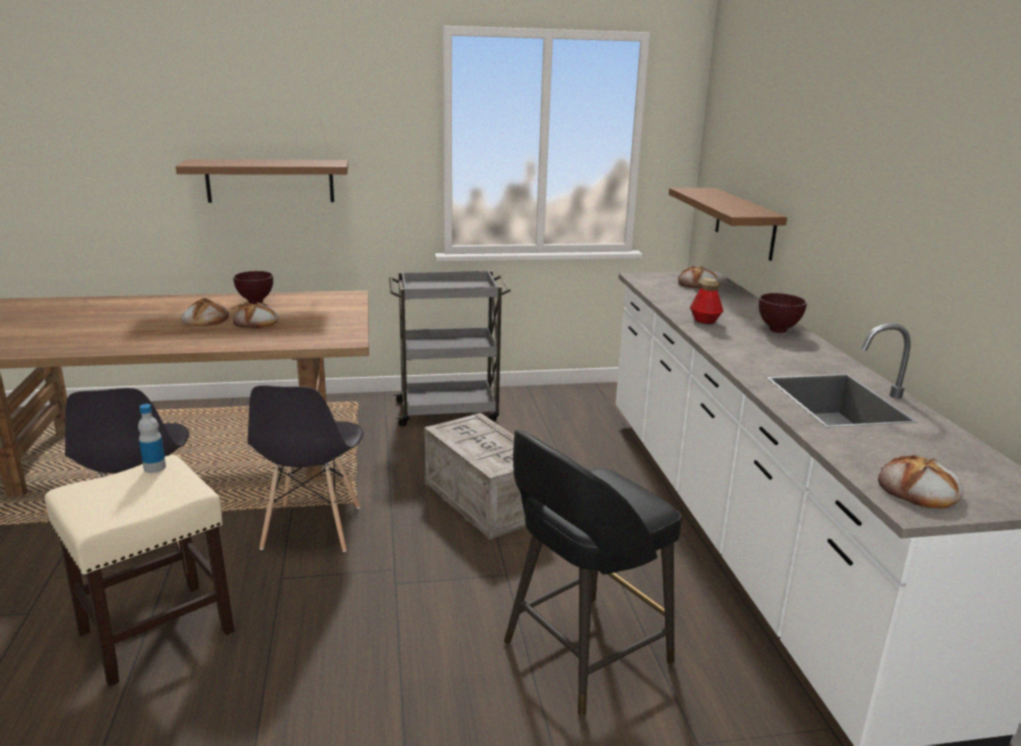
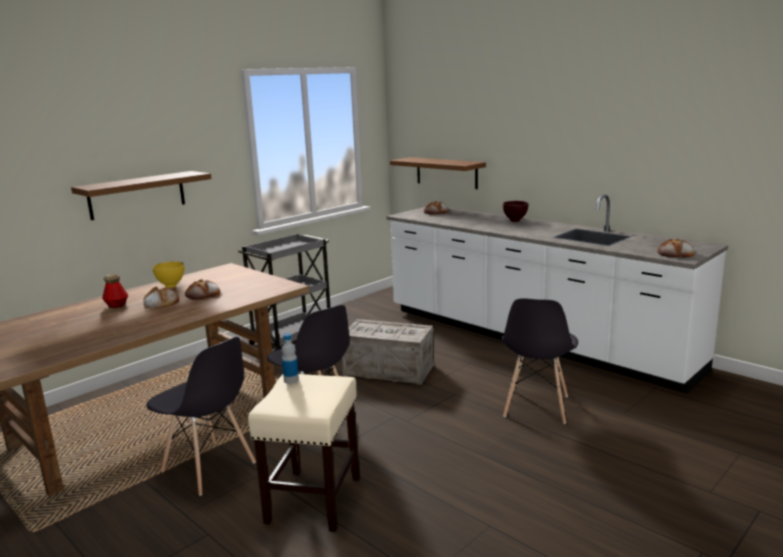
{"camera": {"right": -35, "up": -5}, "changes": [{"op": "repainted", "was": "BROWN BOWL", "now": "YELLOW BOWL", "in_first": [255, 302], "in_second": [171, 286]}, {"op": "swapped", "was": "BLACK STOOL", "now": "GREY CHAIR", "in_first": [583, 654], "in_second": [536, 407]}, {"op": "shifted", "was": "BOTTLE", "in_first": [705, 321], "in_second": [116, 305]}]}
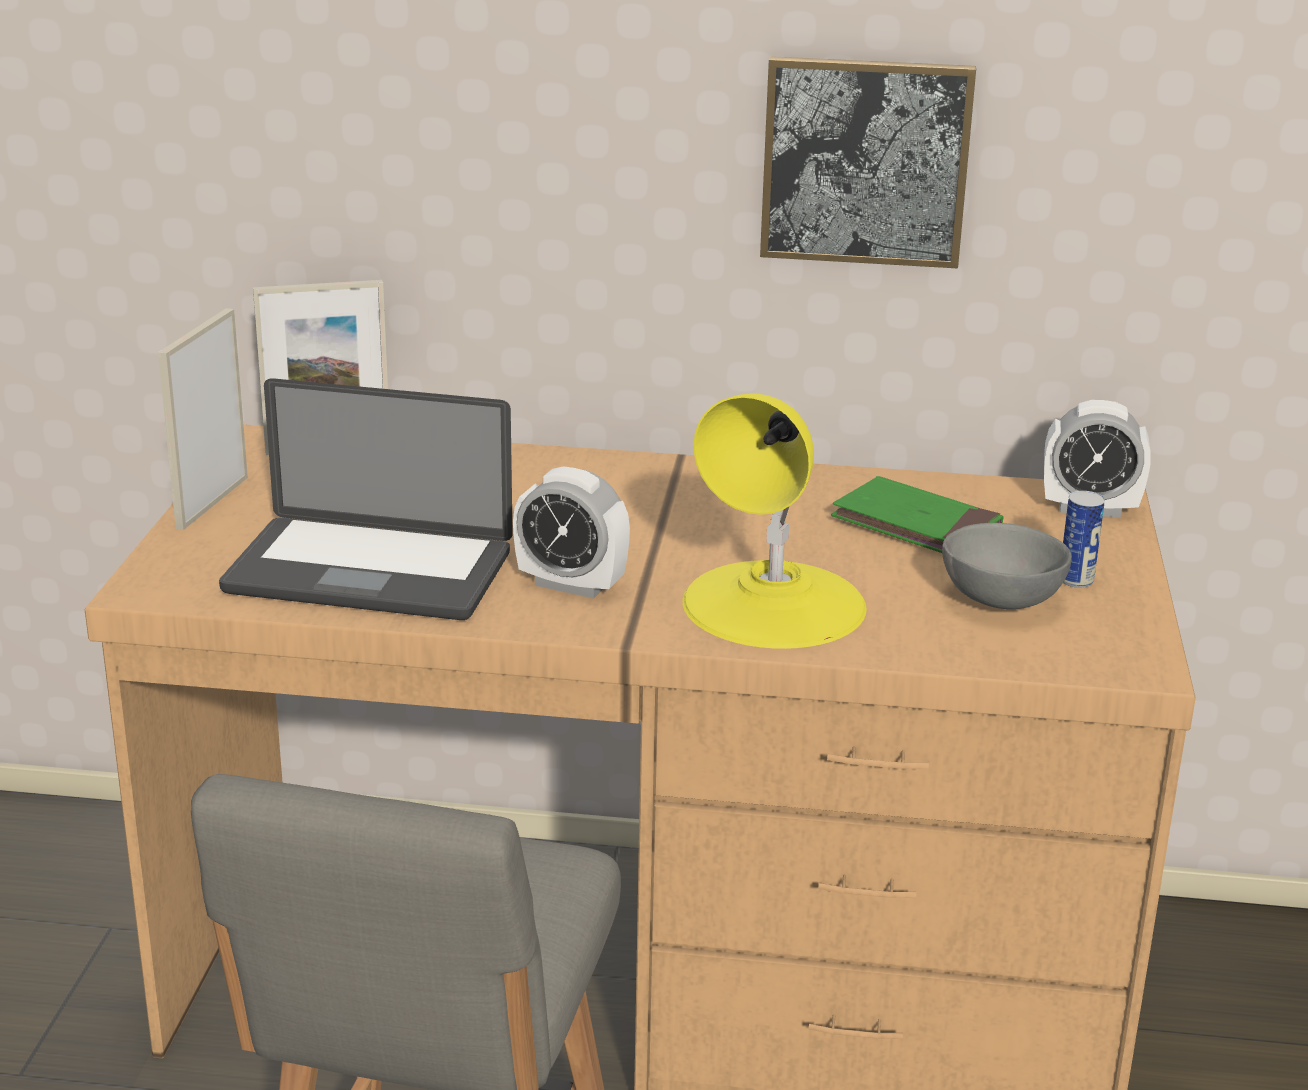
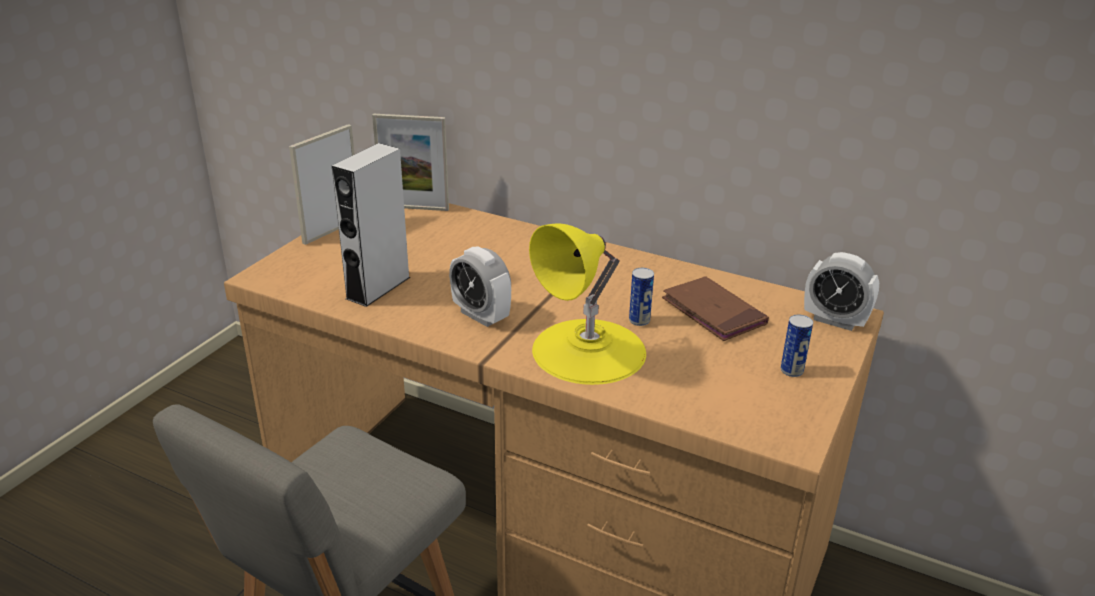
{"camera": {"right": 20, "up": 5}, "changes": [{"op": "swapped", "was": "LAPTOP", "now": "GREY SPEAKER", "in_first": [369, 573], "in_second": [378, 288]}, {"op": "gone", "was": "PICTURE", "in_first": [865, 161]}, {"op": "repainted", "was": "GREEN BOOK", "now": "BROWN BOOK", "in_first": [916, 525], "in_second": [713, 312]}, {"op": "gone", "was": "GREY BOWL", "in_first": [997, 600]}, {"op": "new", "now": "CAN", "in_second": [639, 320]}]}
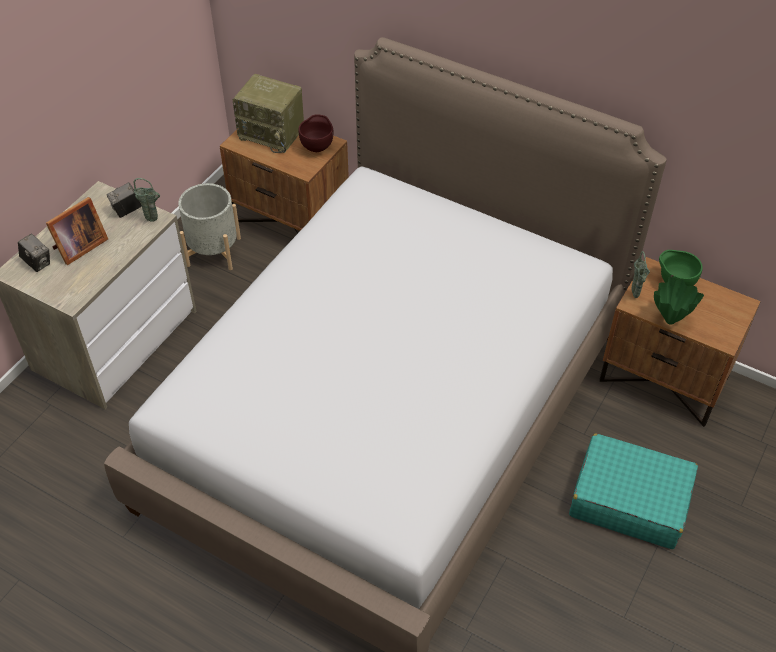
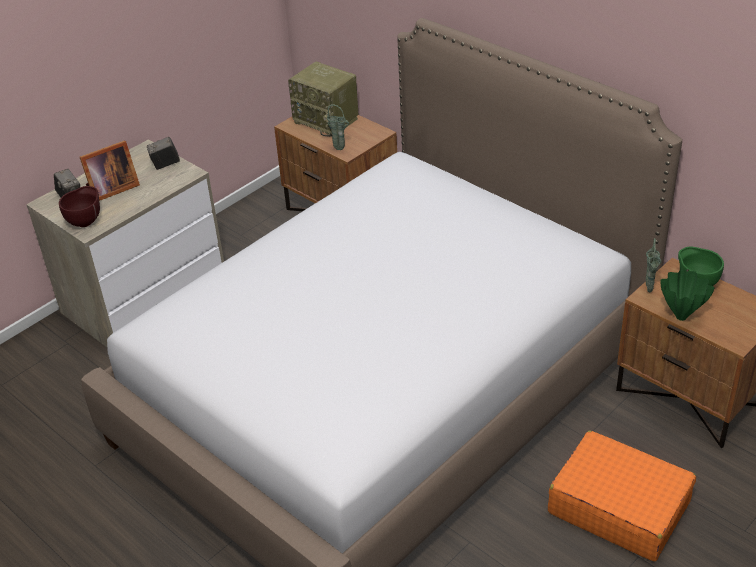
{"camera": {"right": 15, "up": -10}, "changes": [{"op": "shifted", "was": "GREEN VASE", "in_first": [153, 221], "in_second": [340, 150]}, {"op": "gone", "was": "GREY PLANTER", "in_first": [214, 251]}, {"op": "shifted", "was": "BROWN BOWL", "in_first": [317, 147], "in_second": [86, 222]}, {"op": "repainted", "was": "TURQUOISE SUITCASE", "now": "ORANGE SUITCASE", "in_first": [629, 499], "in_second": [618, 506]}]}
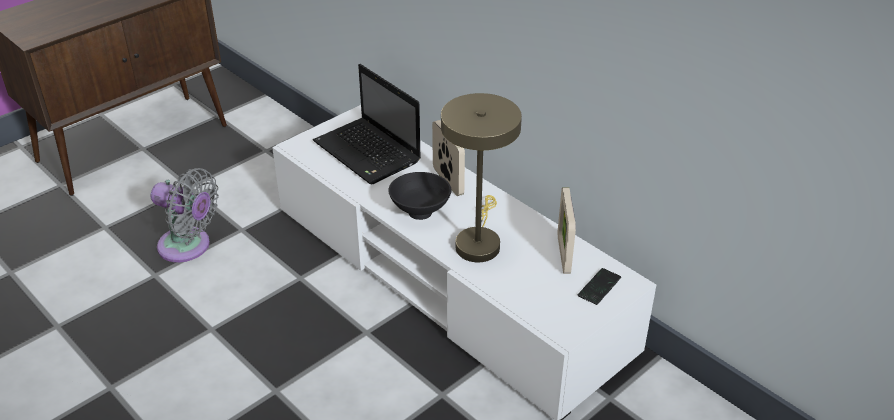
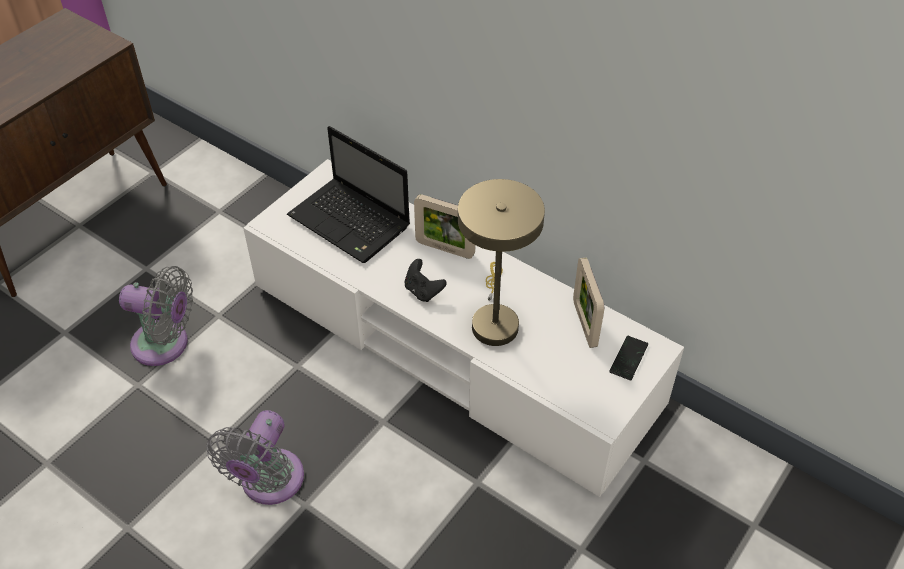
{"camera": {"right": -10, "up": 10}, "changes": [{"op": "swapped", "was": "BLACK BOWL", "now": "BLACK GAME CONTROLLER", "in_first": [418, 212], "in_second": [423, 291]}, {"op": "rotated", "was": "PICTURE FRAME", "in_first": [448, 181], "in_second": [445, 248], "clockwise": 150}, {"op": "new", "now": "GREY FAN", "in_second": [269, 483]}]}
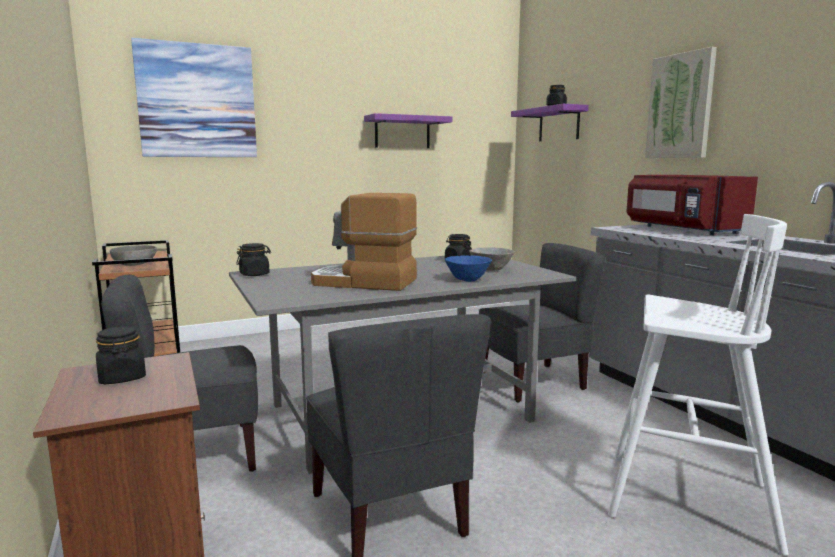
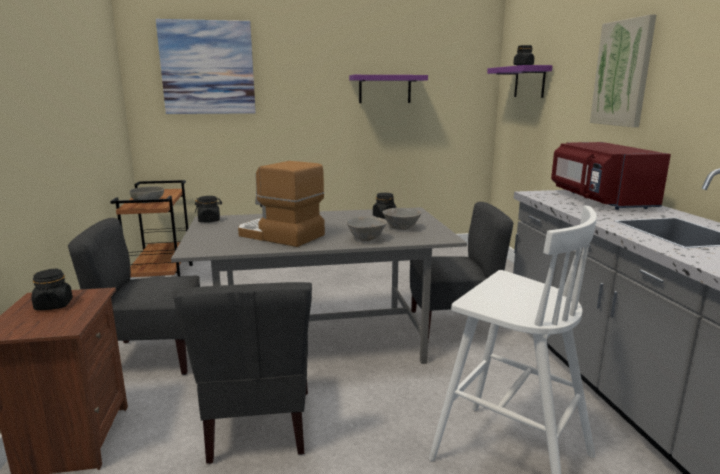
{"camera": {"right": 15, "up": 5}, "changes": [{"op": "repainted", "was": "BLUE BOWL", "now": "GREY BOWL", "in_first": [468, 279], "in_second": [366, 239]}]}
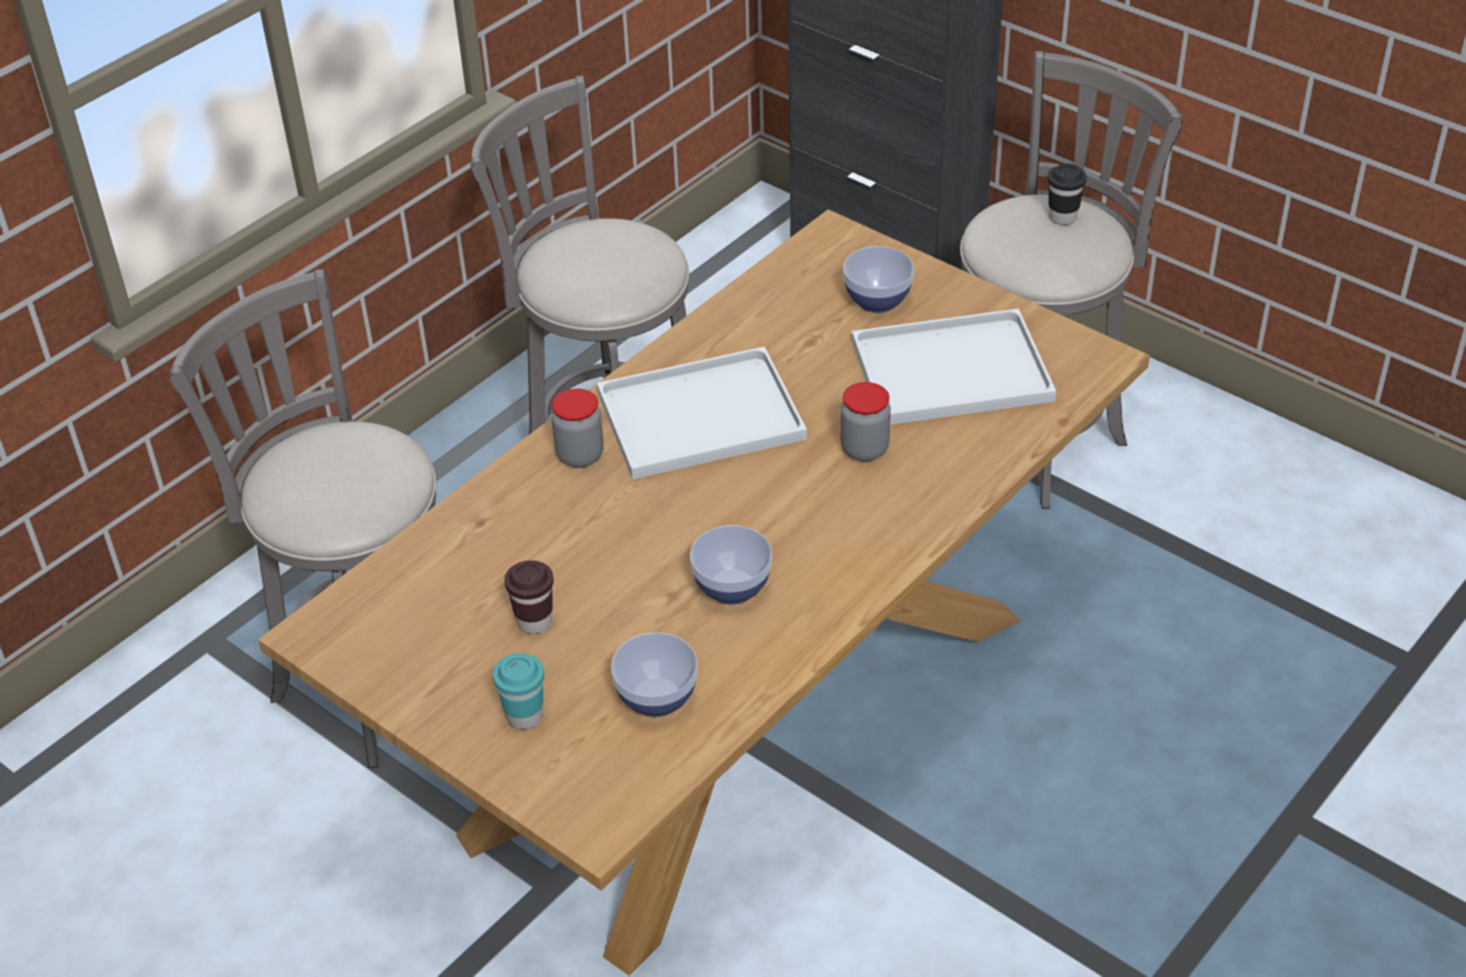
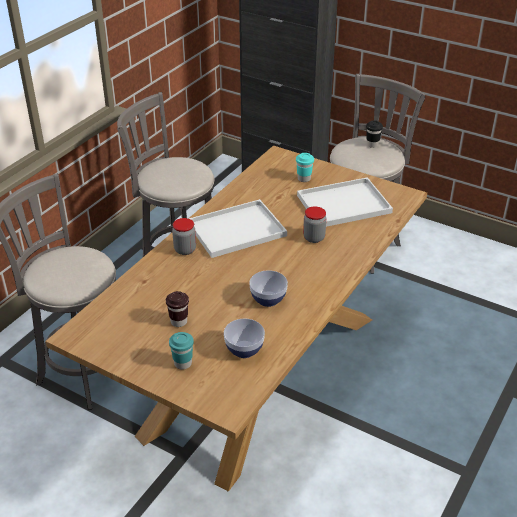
{"camera": {"right": -10, "up": -5}, "changes": [{"op": "swapped", "was": "BOWL", "now": "TURQUOISE CUP", "in_first": [877, 300], "in_second": [304, 179]}]}
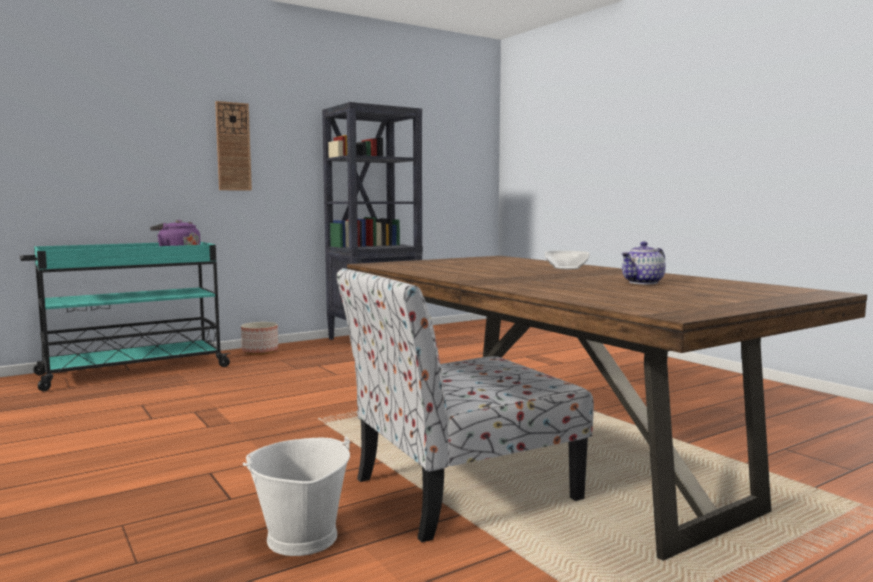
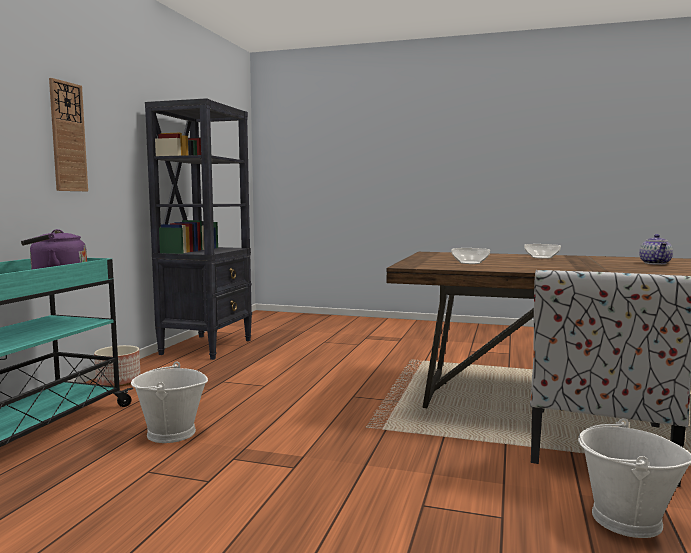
{"camera": {"right": -40, "up": 0}, "changes": [{"op": "new", "now": "WHITE BUCKET", "in_second": [171, 433]}, {"op": "new", "now": "BOWL", "in_second": [469, 263]}]}
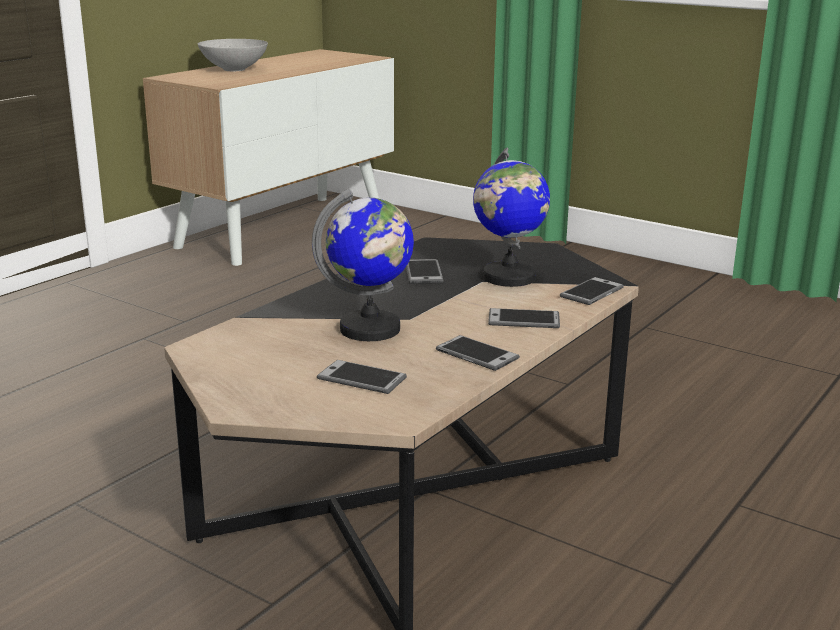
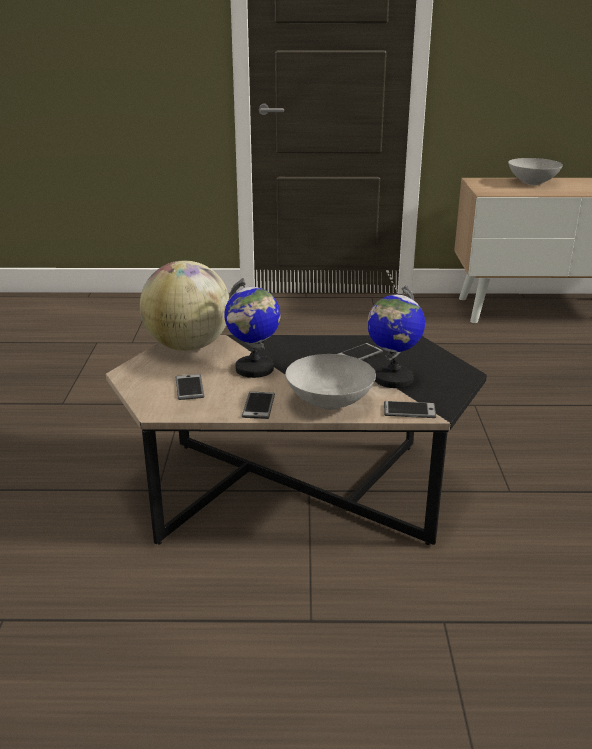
{"camera": {"right": 55, "up": 5}, "changes": [{"op": "swapped", "was": "PHONE", "now": "GREY BOWL", "in_first": [524, 320], "in_second": [329, 403]}, {"op": "new", "now": "GLOBE", "in_second": [188, 346]}]}
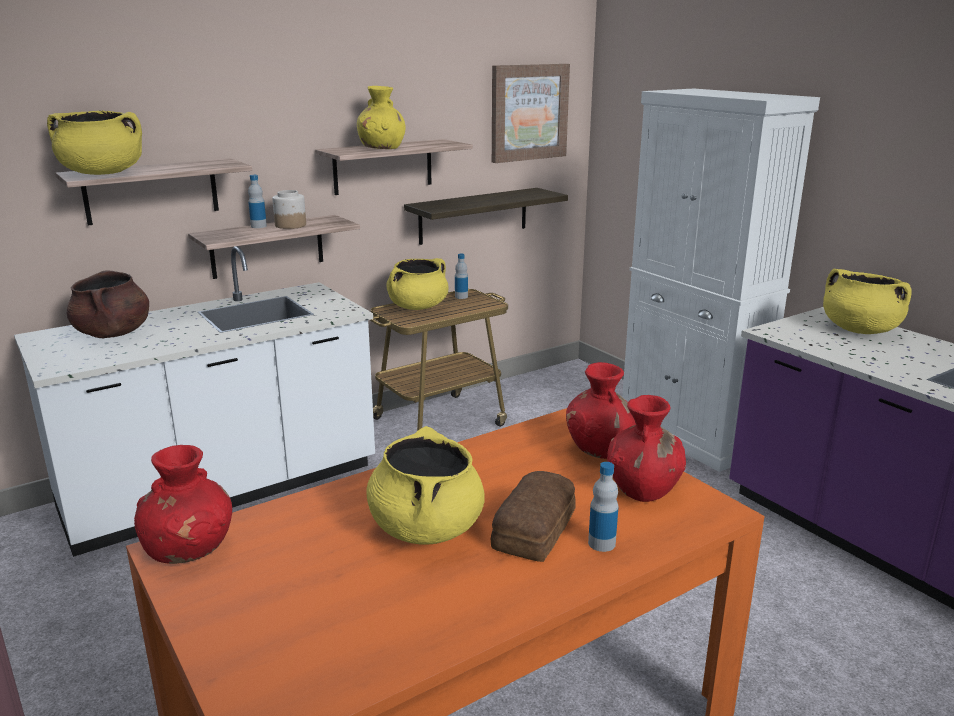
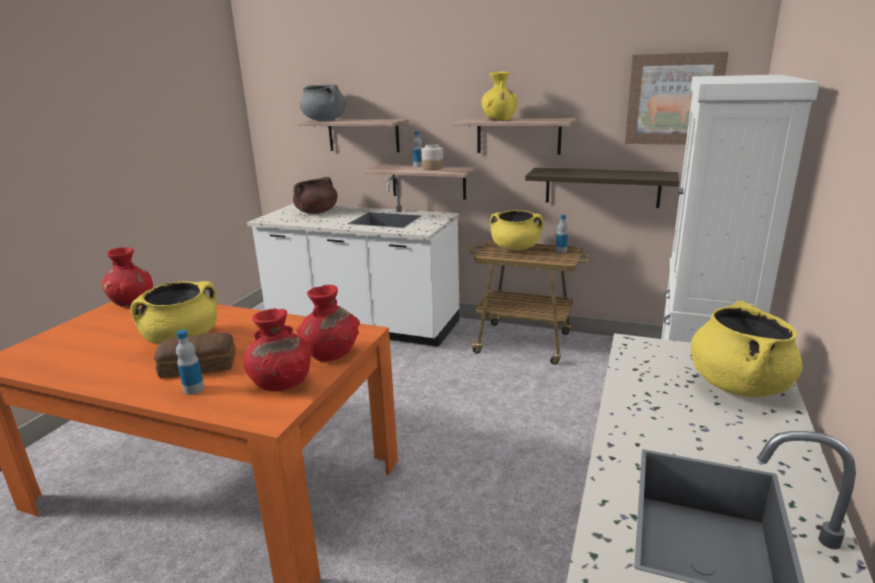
{"camera": {"right": 55, "up": 0}, "changes": [{"op": "repainted", "was": "YELLOW COOKING POT", "now": "GREY COOKING POT", "in_first": [102, 173], "in_second": [324, 120]}]}
